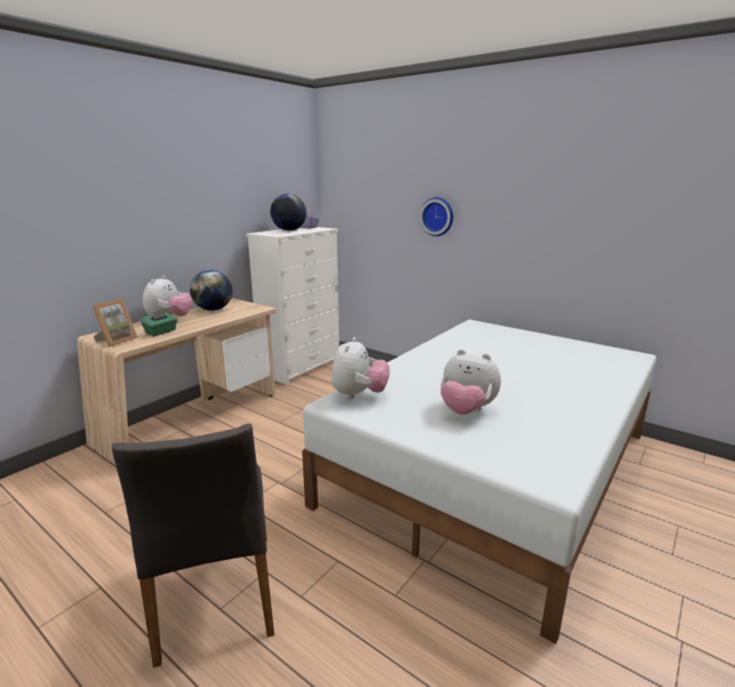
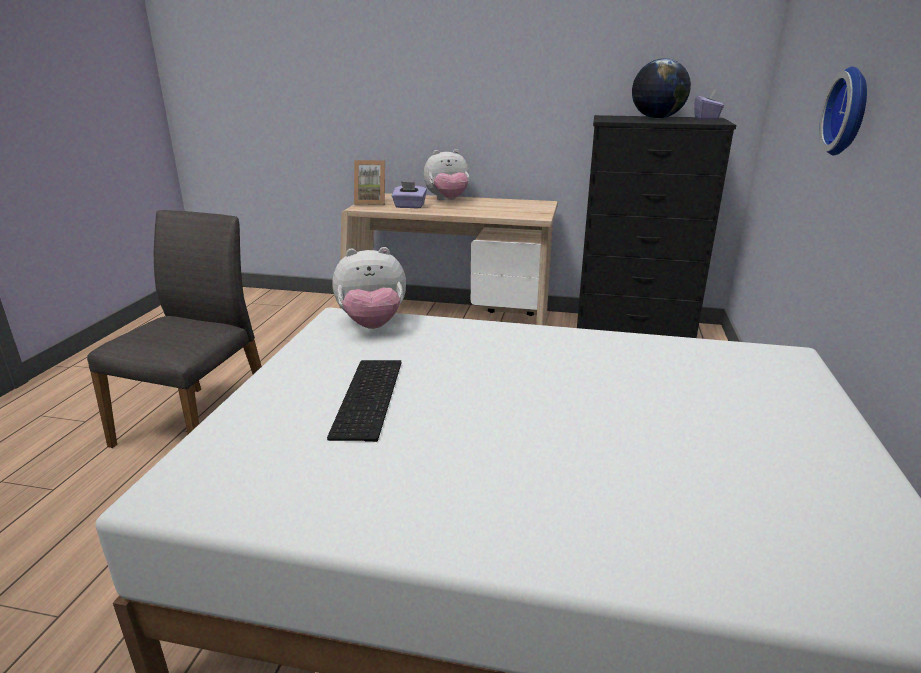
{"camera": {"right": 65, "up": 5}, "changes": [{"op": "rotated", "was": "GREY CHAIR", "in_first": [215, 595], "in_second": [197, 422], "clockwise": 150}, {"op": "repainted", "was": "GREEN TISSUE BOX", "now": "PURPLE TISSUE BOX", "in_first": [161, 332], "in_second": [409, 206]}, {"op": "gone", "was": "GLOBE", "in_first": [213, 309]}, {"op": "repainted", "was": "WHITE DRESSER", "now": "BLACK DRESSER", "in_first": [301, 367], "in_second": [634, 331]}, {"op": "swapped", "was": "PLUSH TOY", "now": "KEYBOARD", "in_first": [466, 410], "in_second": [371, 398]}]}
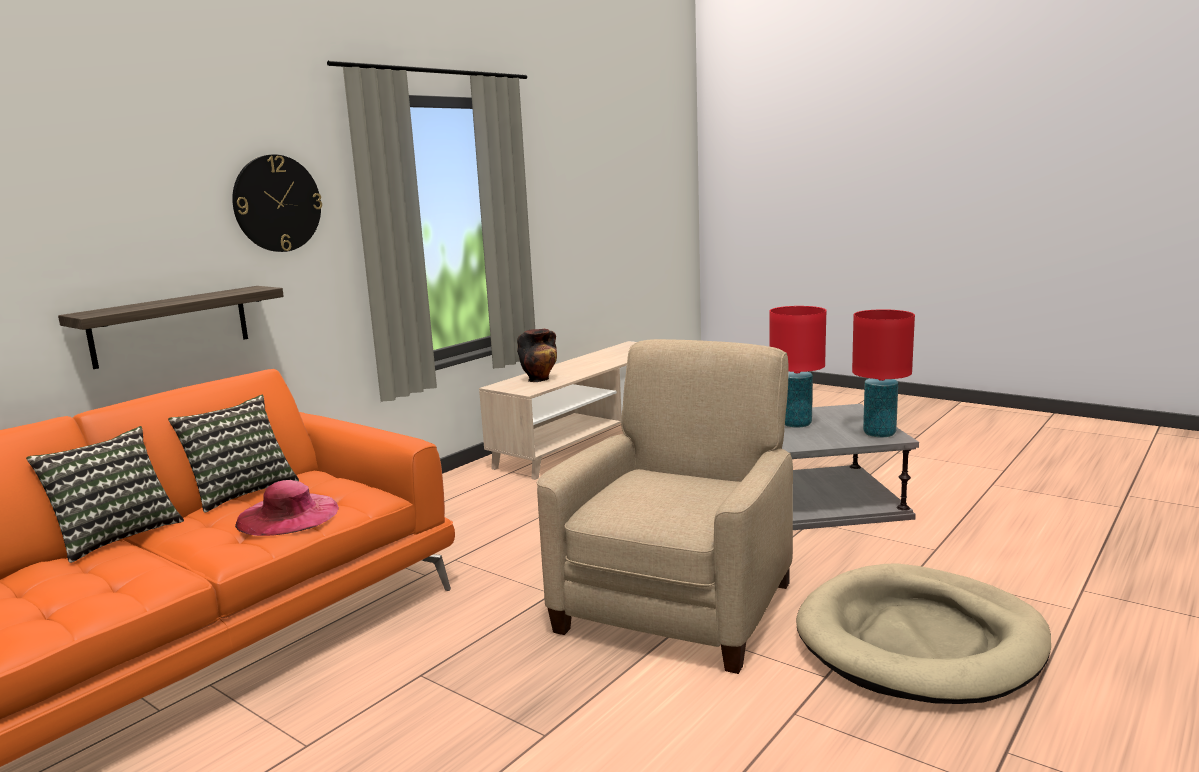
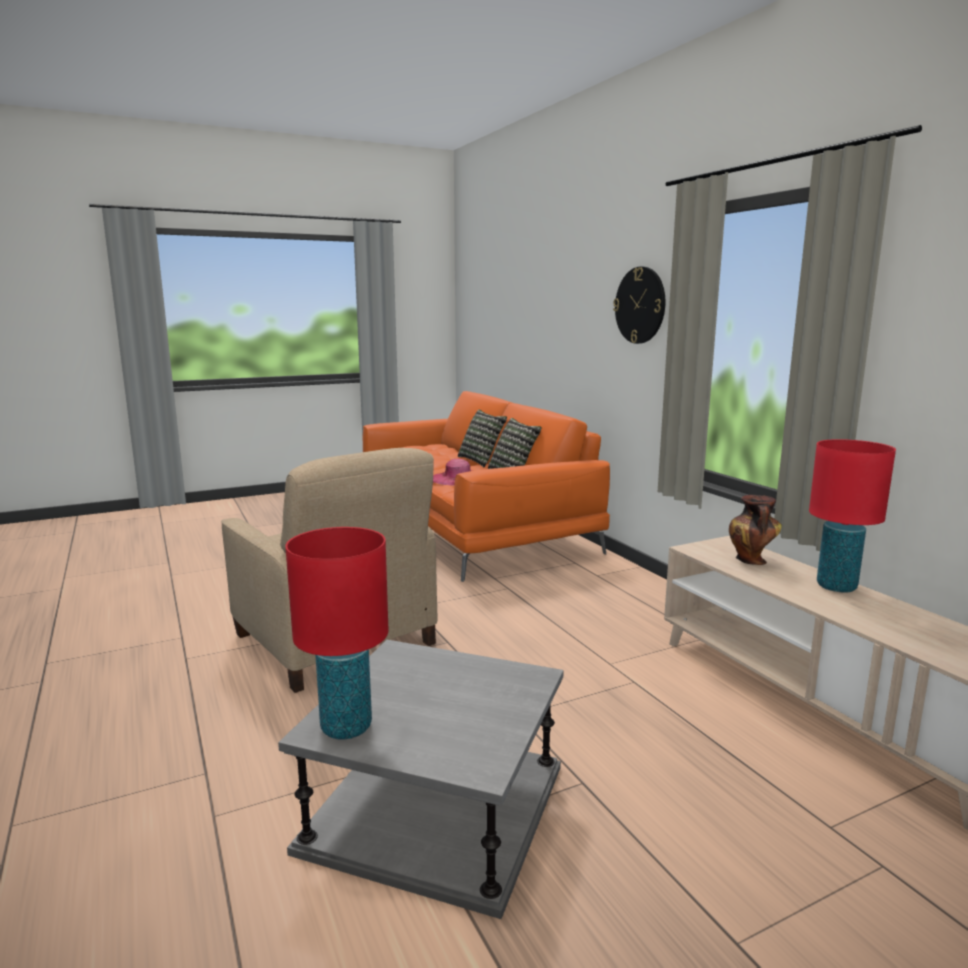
{"camera": {"right": 115, "up": 0}, "changes": [{"op": "gone", "was": "SHELF", "in_first": [170, 326]}, {"op": "shifted", "was": "RED TABLE LAMP", "in_first": [796, 424], "in_second": [836, 587]}, {"op": "gone", "was": "BEIGE DOG BED", "in_first": [920, 641]}]}
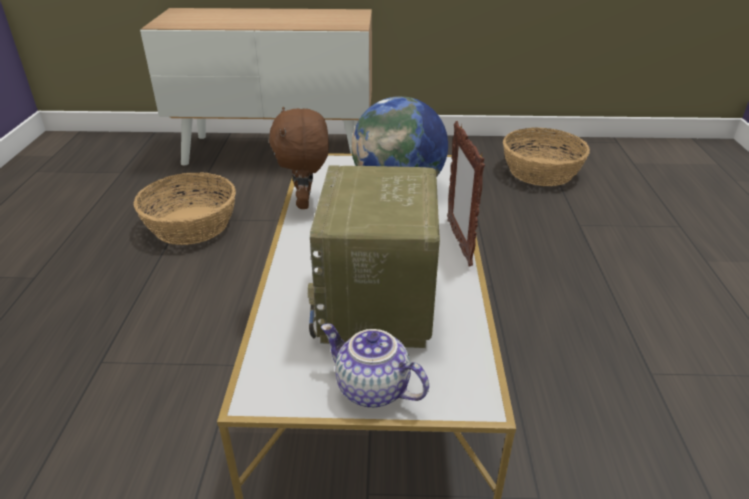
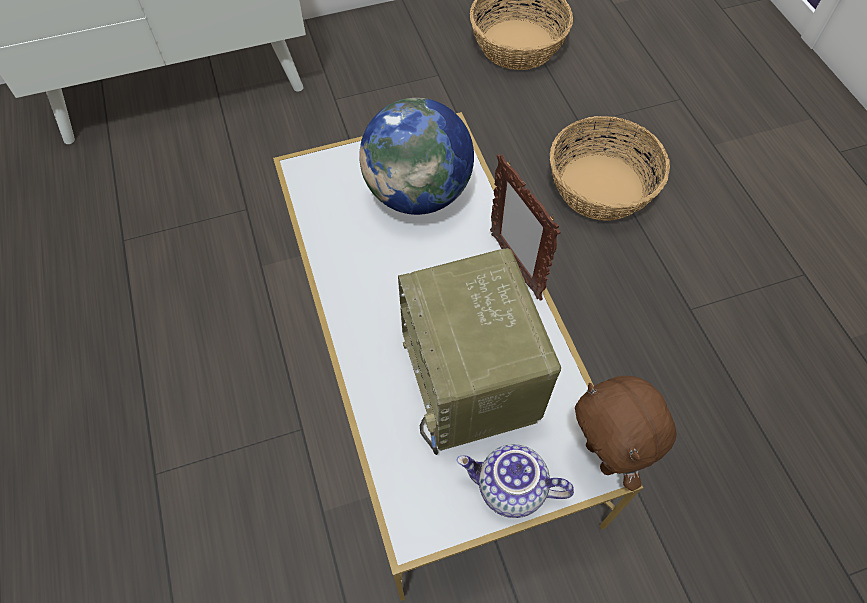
{"camera": {"right": -20, "up": 25}, "changes": [{"op": "shifted", "was": "BASKET", "in_first": [191, 225], "in_second": [600, 186]}, {"op": "shifted", "was": "BROWN PLUSH TOY", "in_first": [305, 203], "in_second": [603, 456]}]}
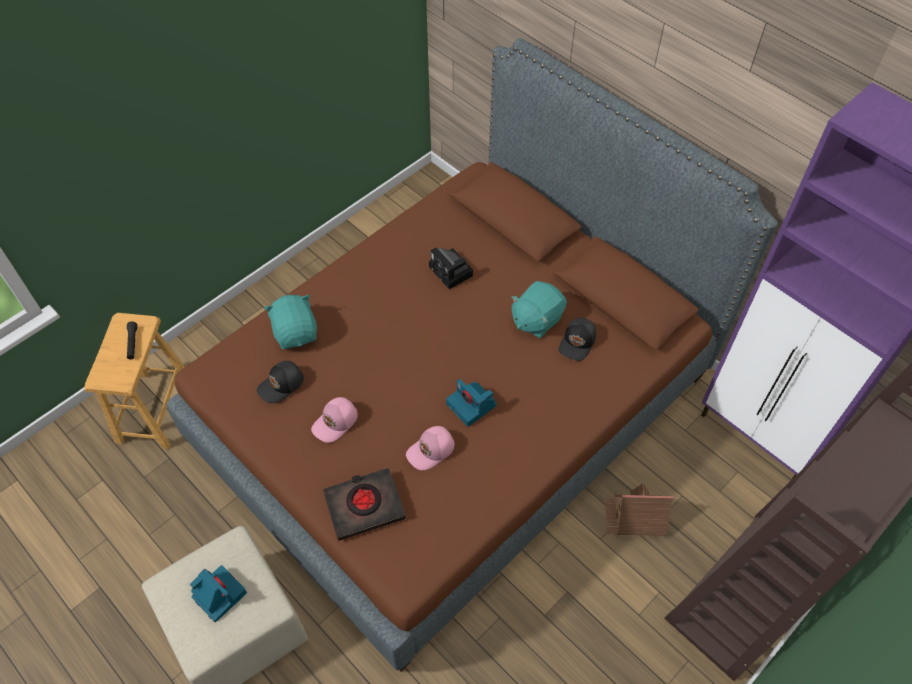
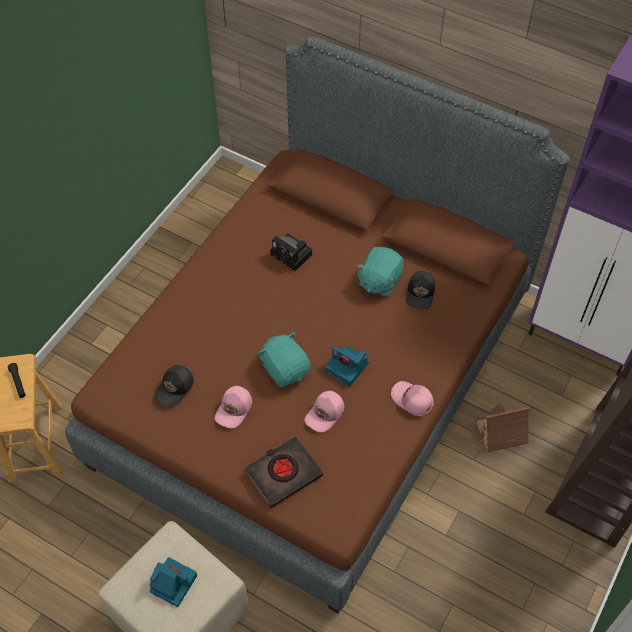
{"camera": {"right": -15, "up": 0}, "changes": [{"op": "shifted", "was": "TURQUOISE PLUSH TOY", "in_first": [296, 332], "in_second": [285, 369]}, {"op": "new", "now": "PINK CAP", "in_second": [412, 400]}]}
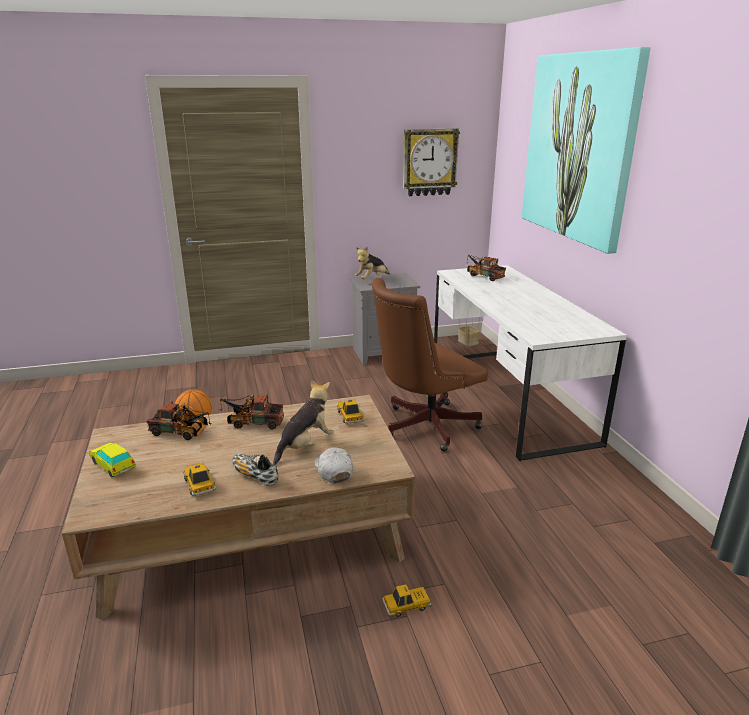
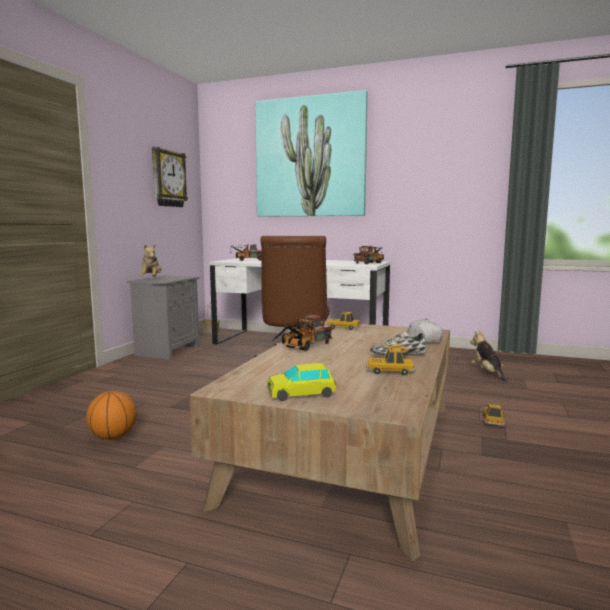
{"camera": {"right": -55, "up": -15}, "changes": [{"op": "shifted", "was": "TOY TRUCK", "in_first": [182, 432], "in_second": [370, 263]}, {"op": "shifted", "was": "PLUSH TOY", "in_first": [305, 446], "in_second": [488, 373]}]}
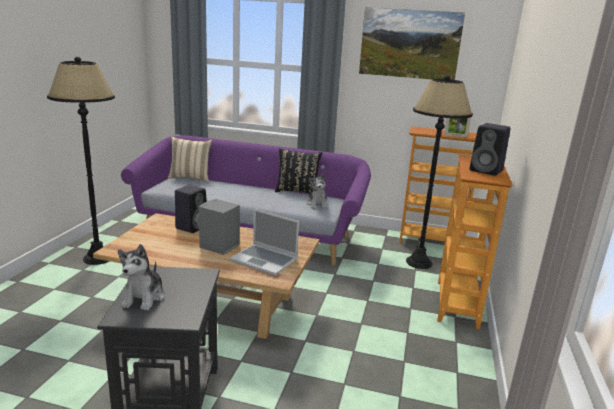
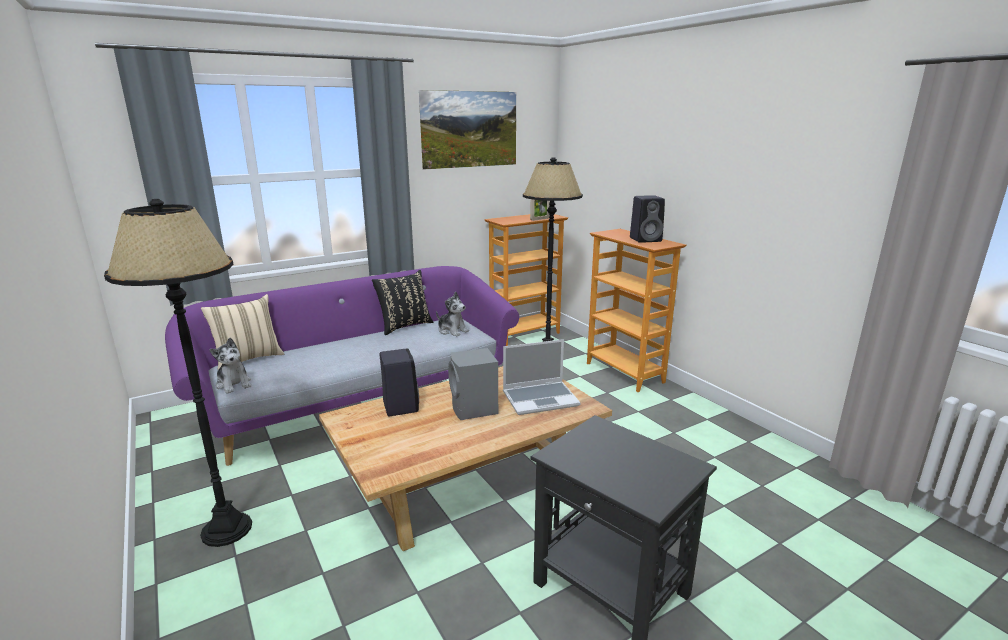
{"camera": {"right": -45, "up": 0}, "changes": [{"op": "shifted", "was": "PLUSH TOY", "in_first": [144, 297], "in_second": [234, 384]}]}
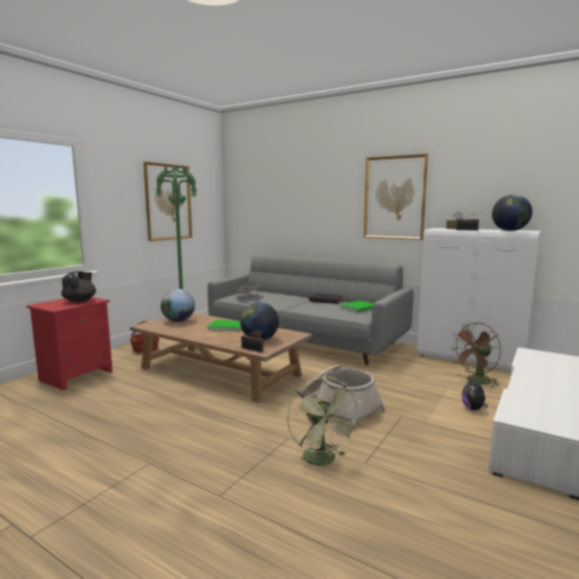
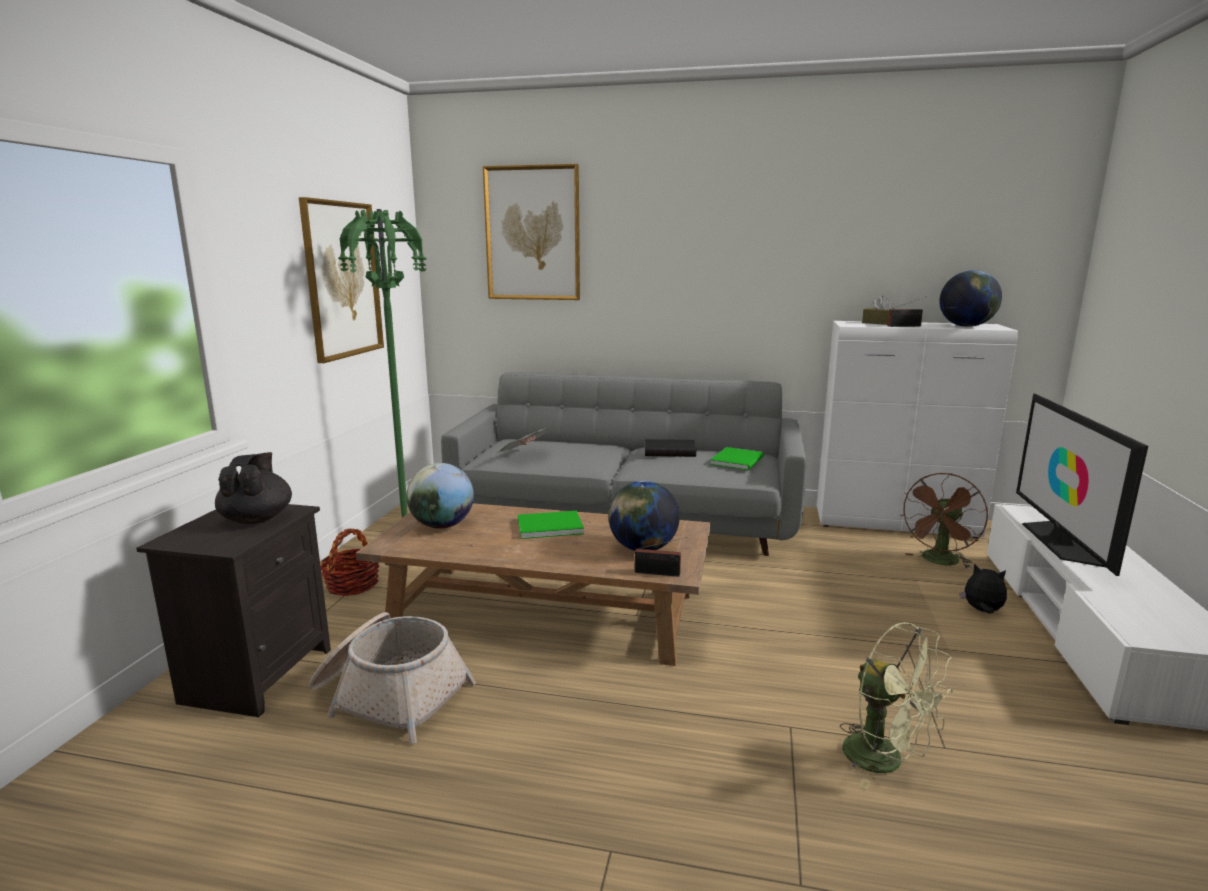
{"camera": {"right": -20, "up": 5}, "changes": [{"op": "repainted", "was": "RED NIGHTSTAND", "now": "BLACK NIGHTSTAND", "in_first": [76, 375], "in_second": [257, 674]}, {"op": "shifted", "was": "BASKET", "in_first": [339, 408], "in_second": [389, 695]}, {"op": "shifted", "was": "PICTURE", "in_first": [394, 198], "in_second": [532, 234]}, {"op": "rotated", "was": "PLUSH TOY", "in_first": [473, 409], "in_second": [982, 611], "clockwise": 150}, {"op": "new", "now": "TELEVISION", "in_second": [1061, 542]}]}
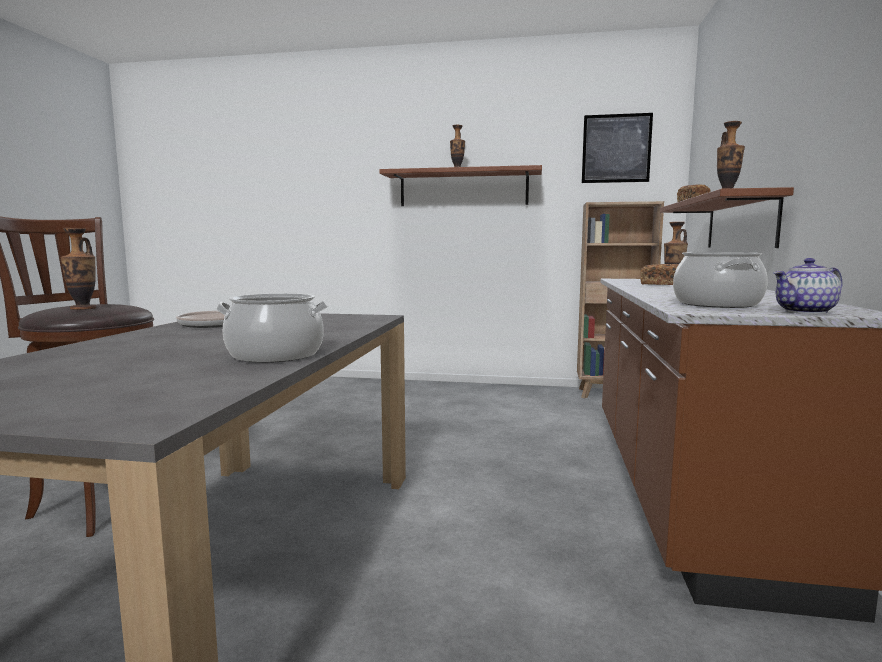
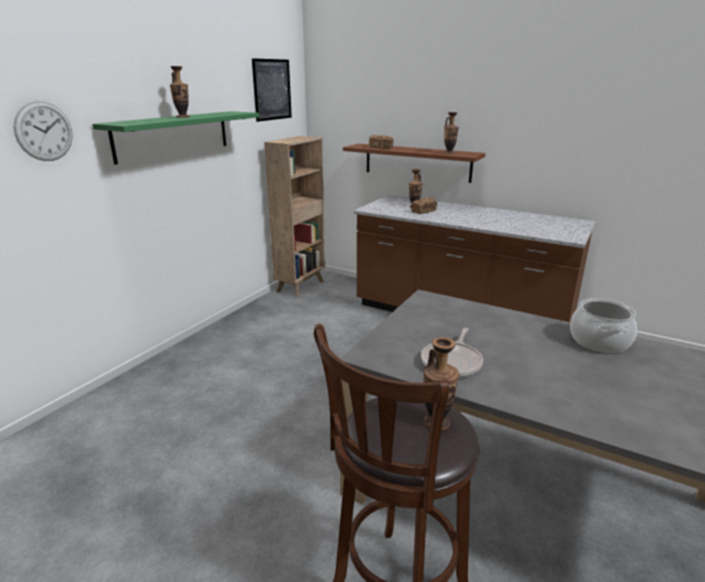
{"camera": {"right": -70, "up": 15}, "changes": [{"op": "repainted", "was": "BROWN SHELF", "now": "GREEN SHELF", "in_first": [463, 188], "in_second": [173, 135]}, {"op": "gone", "was": "COOKING POT", "in_first": [717, 304]}, {"op": "gone", "was": "TEAPOT", "in_first": [806, 312]}, {"op": "new", "now": "WALL CLOCK", "in_second": [44, 131]}]}
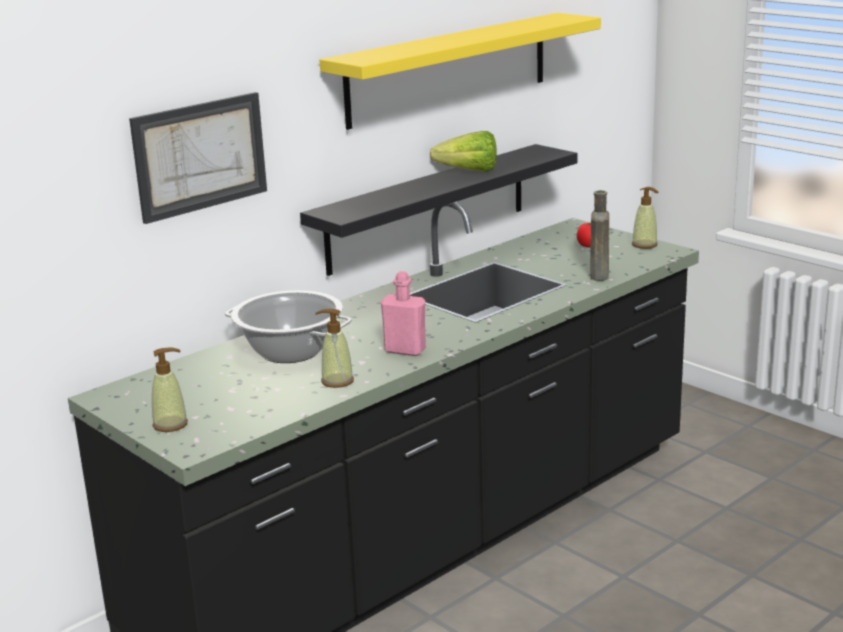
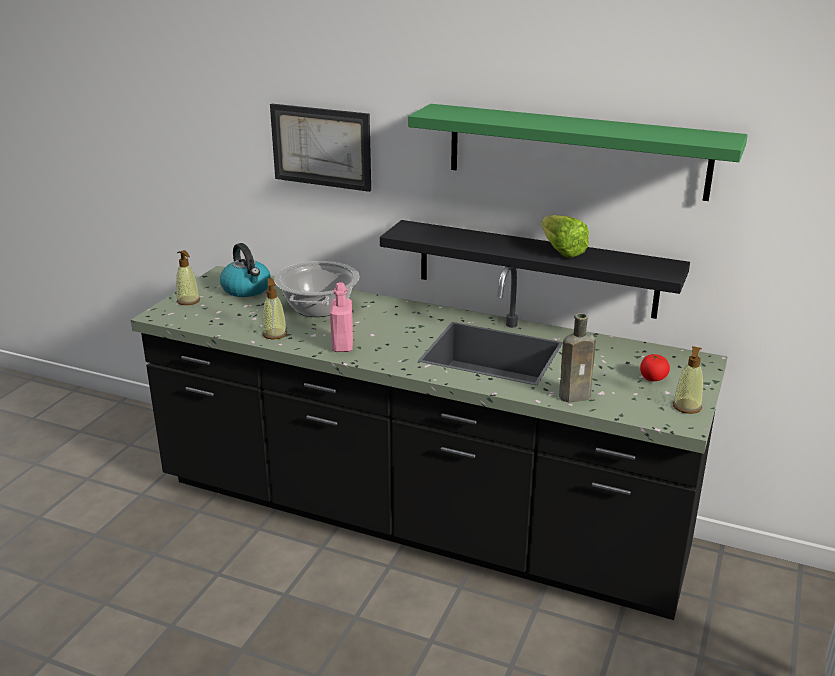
{"camera": {"right": 65, "up": 5}, "changes": [{"op": "repainted", "was": "YELLOW SHELF", "now": "GREEN SHELF", "in_first": [449, 69], "in_second": [576, 151]}, {"op": "new", "now": "KETTLE", "in_second": [247, 289]}]}
